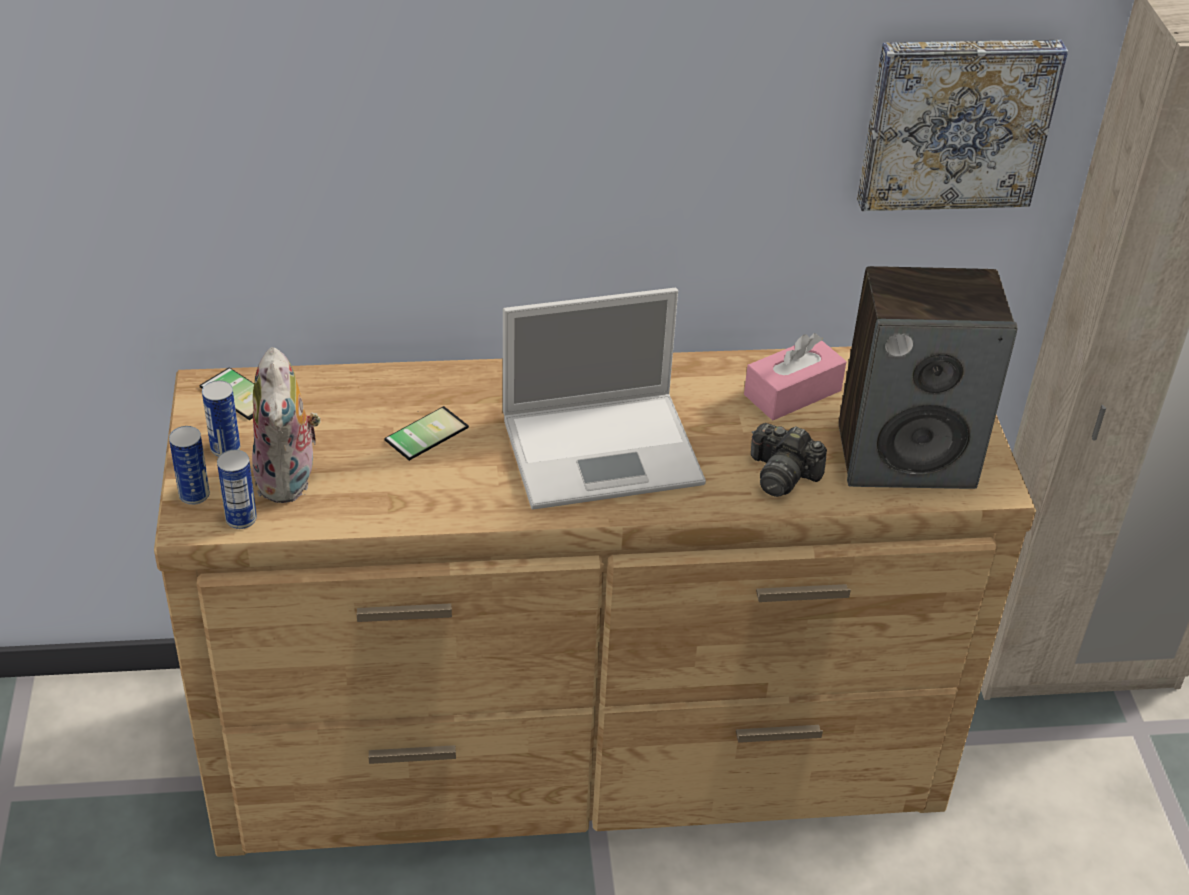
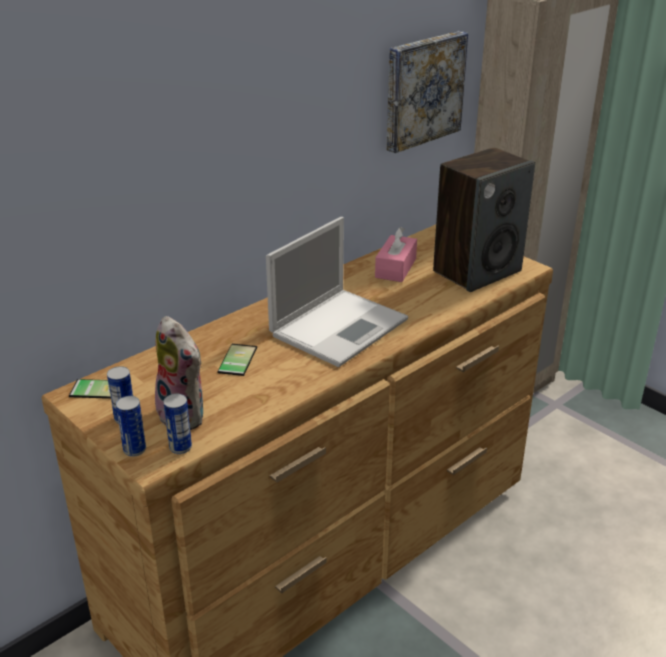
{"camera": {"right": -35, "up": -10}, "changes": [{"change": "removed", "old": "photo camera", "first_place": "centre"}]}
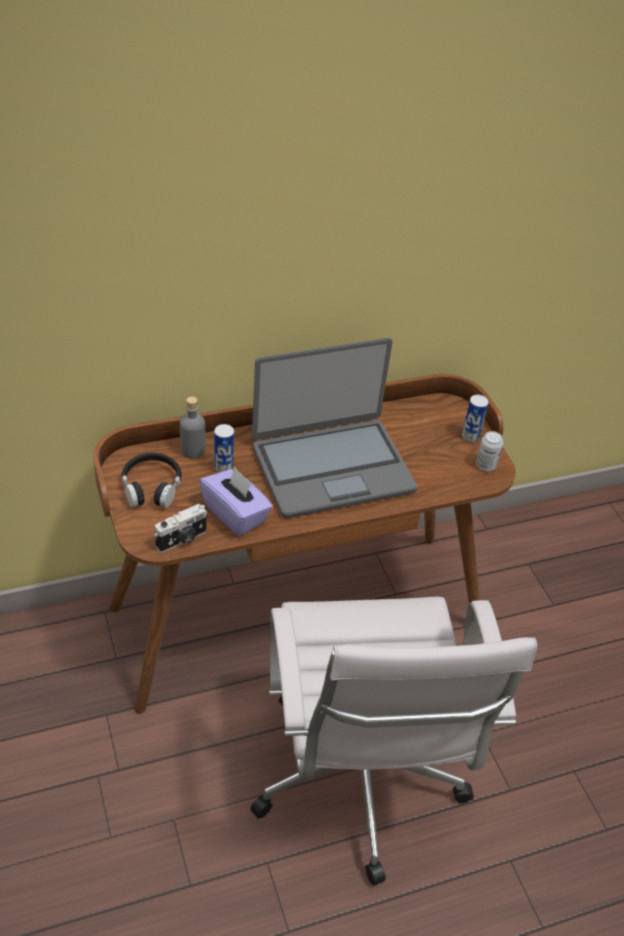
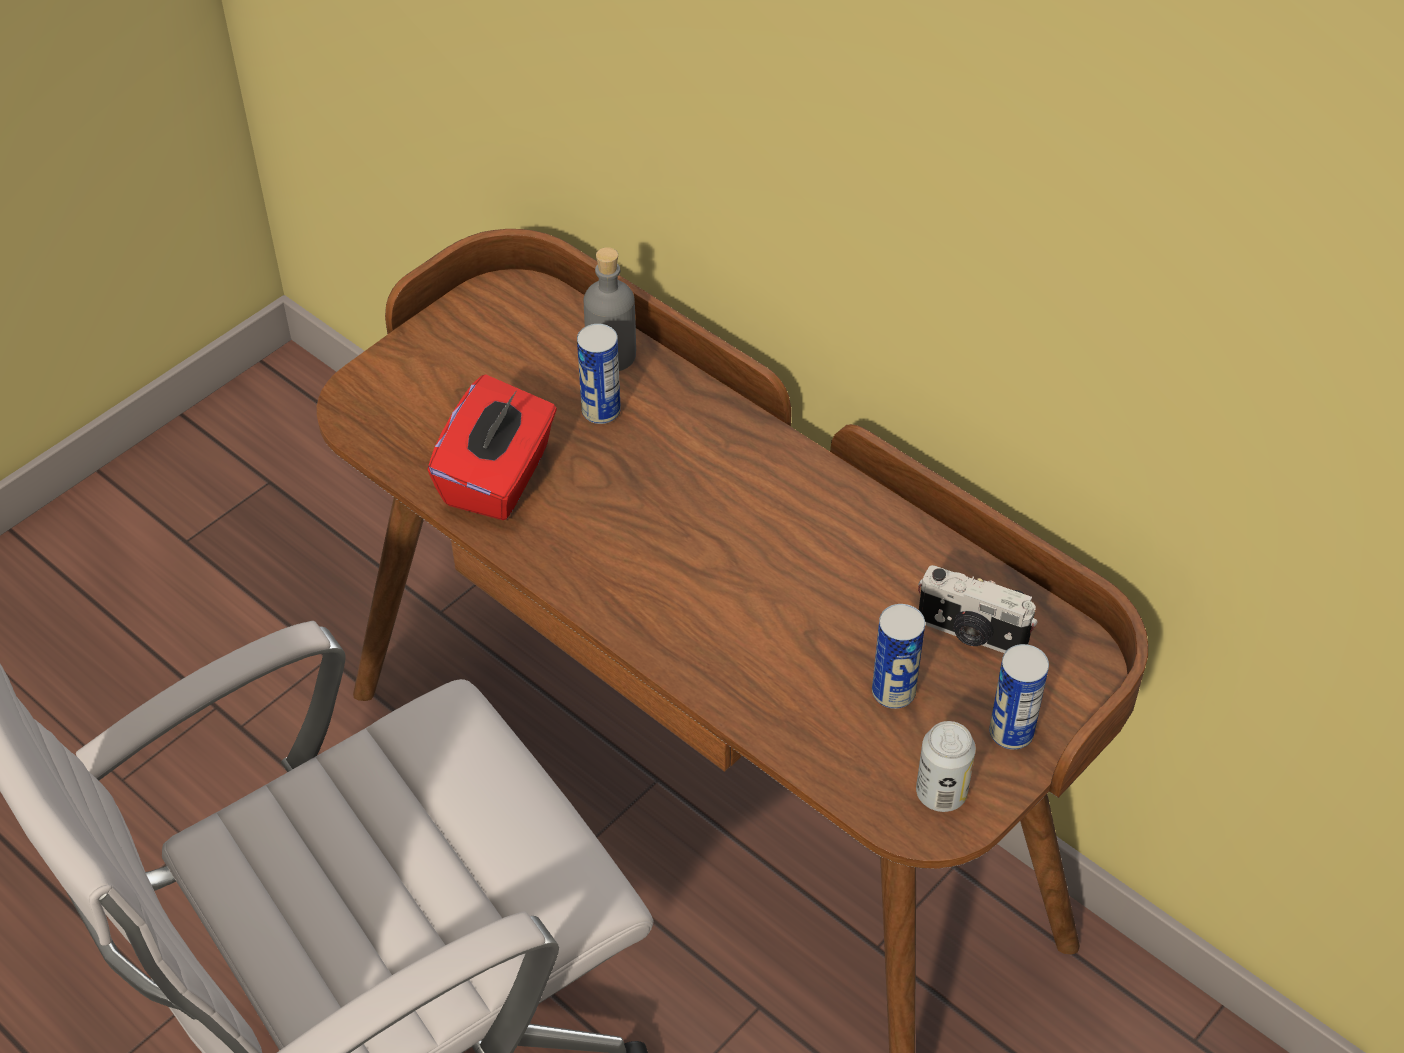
{"camera": {"right": 65, "up": 5}, "changes": [{"change": "recoloured", "old": "tissue box in purplish", "new": "tissue box in red", "first_place": "centre", "second_place": "centre"}, {"change": "added", "new": "can (2nd from left)", "second_place": "centre"}, {"change": "moved", "old": "photo camera", "first_place": "middle left", "second_place": "middle right"}, {"change": "removed", "old": "headphones in blackish", "first_place": "middle left"}, {"change": "removed", "old": "notebook computer", "first_place": "centre"}]}
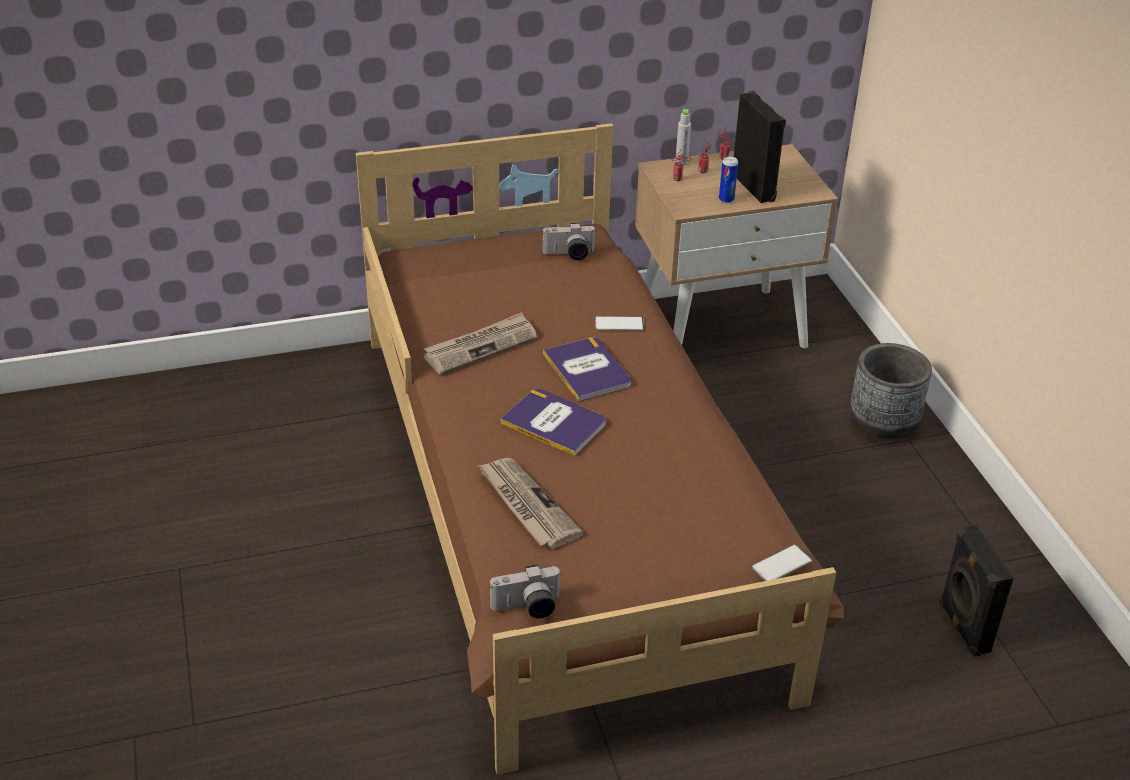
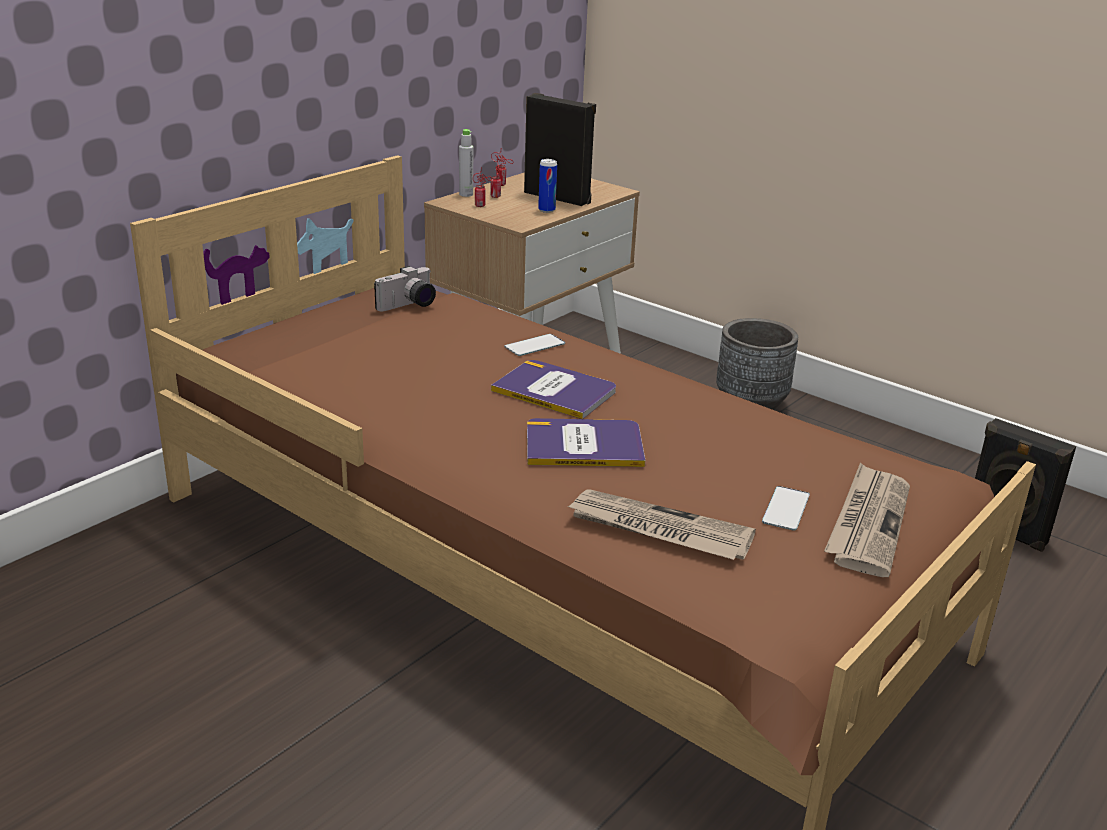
{"camera": {"right": -35, "up": -10}, "changes": [{"change": "moved", "old": "handset (2nd from left)", "first_place": "bottom right", "second_place": "middle right"}, {"change": "moved", "old": "newspaper (1st from left in the first image)", "new": "newspaper (2nd from left)", "first_place": "centre", "second_place": "middle right"}, {"change": "removed", "old": "photo camera (1st from left)", "first_place": "bottom centre"}]}
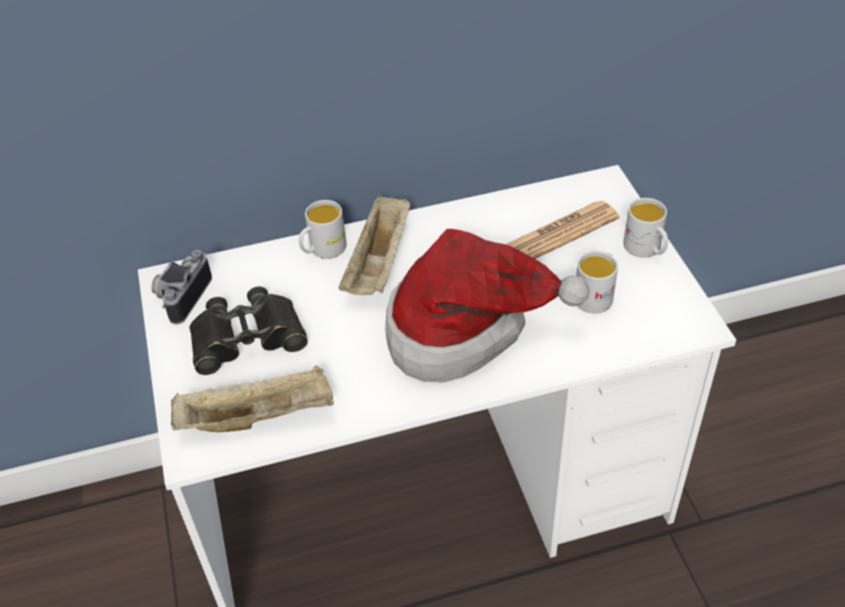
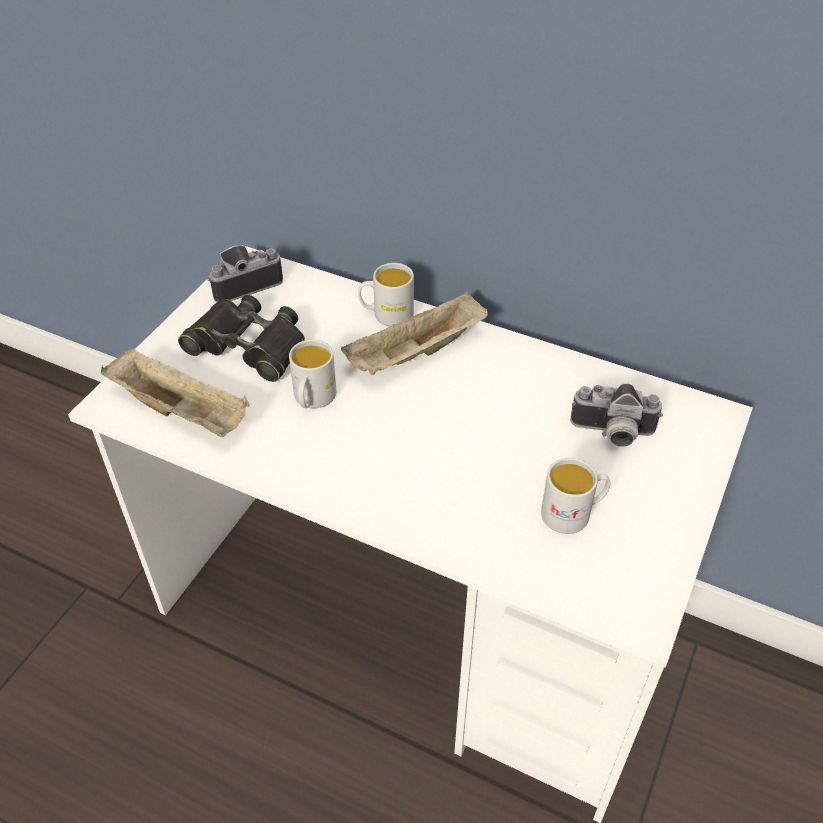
{"camera": {"right": 40, "up": 0}, "changes": [{"change": "moved", "old": "mug in white (3rd from left in the first image)", "new": "mug in white (1st from left)", "first_place": "middle right", "second_place": "centre"}, {"change": "replaced", "old": "newspaper", "new": "photo camera (2nd from left)", "first_place": "centre", "second_place": "middle right"}, {"change": "removed", "old": "clothing hat", "first_place": "centre"}]}
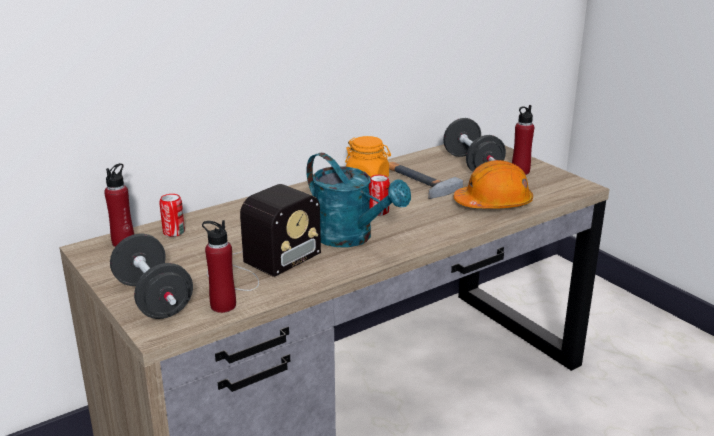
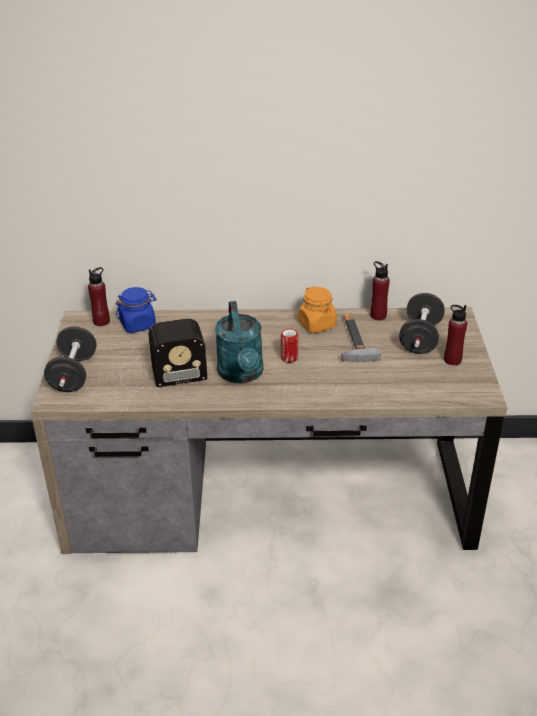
{"camera": {"right": 35, "up": 10}, "changes": [{"change": "replaced", "old": "can (1st from left)", "new": "storage jar in blue", "first_place": "middle left", "second_place": "middle left"}, {"change": "moved", "old": "bottle in red (2nd from left)", "first_place": "middle left", "second_place": "middle right"}, {"change": "removed", "old": "safety helmet in orangey", "first_place": "middle right"}]}
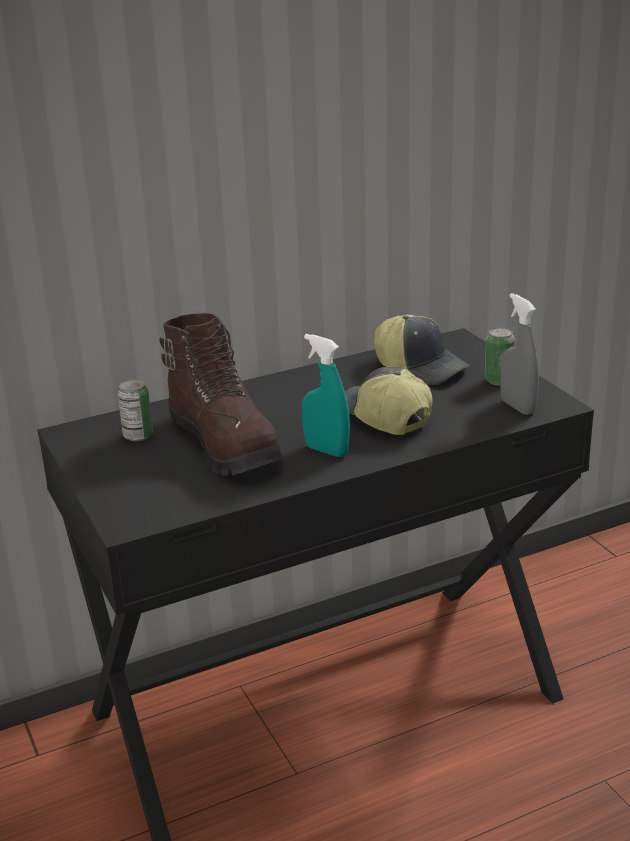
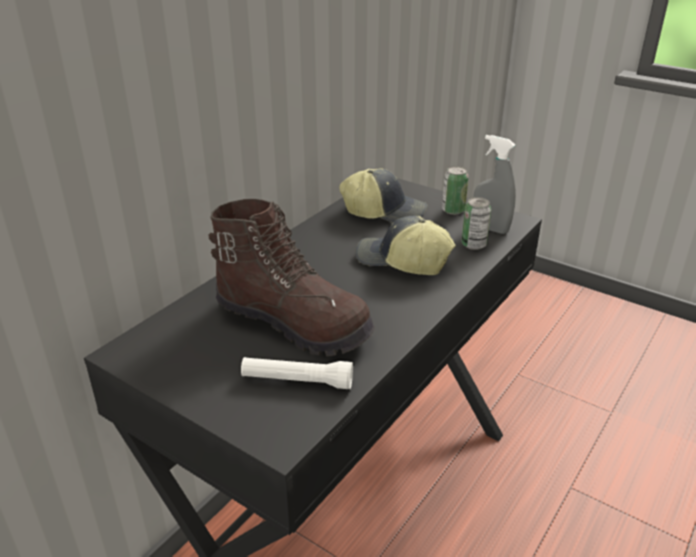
{"camera": {"right": -30, "up": 5}, "changes": [{"change": "added", "new": "flashlight in white", "second_place": "bottom centre"}, {"change": "moved", "old": "can (1st from left in the first image)", "new": "can (2nd from left)", "first_place": "middle left", "second_place": "middle right"}, {"change": "removed", "old": "spray bottle in turquoise", "first_place": "centre"}]}
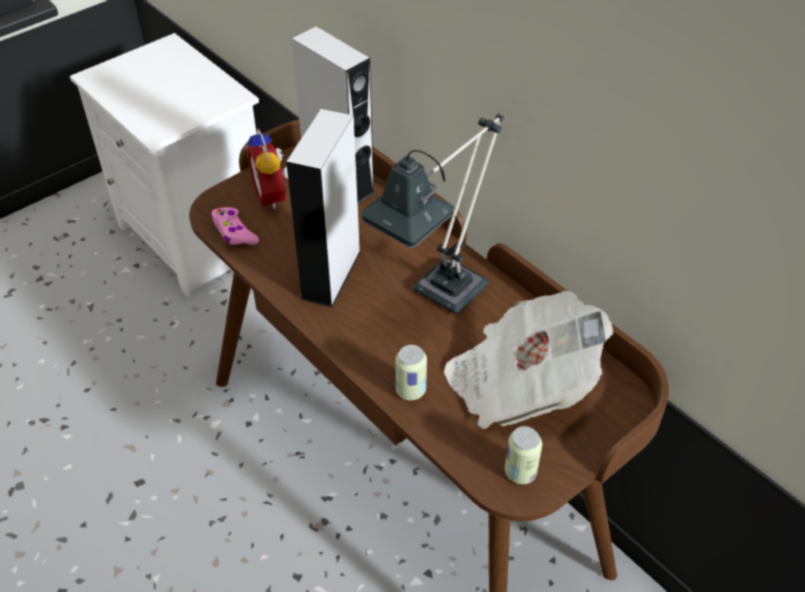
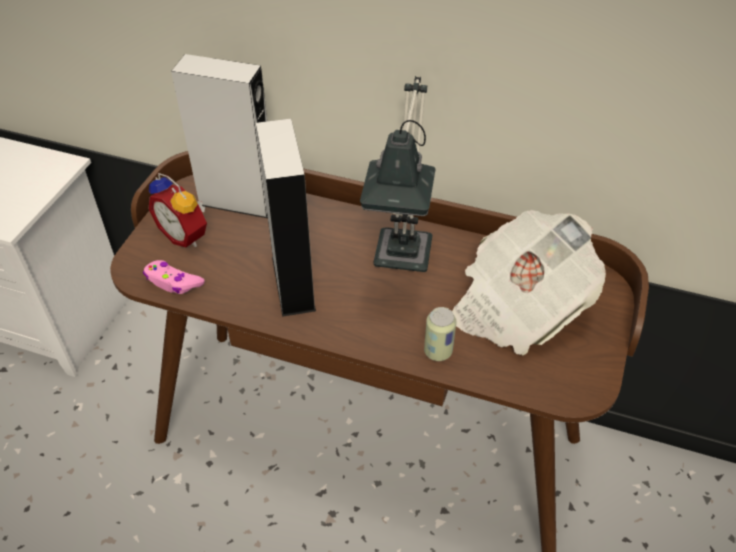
{"camera": {"right": -30, "up": 0}, "changes": [{"change": "removed", "old": "can (2nd from left)", "first_place": "bottom centre"}]}
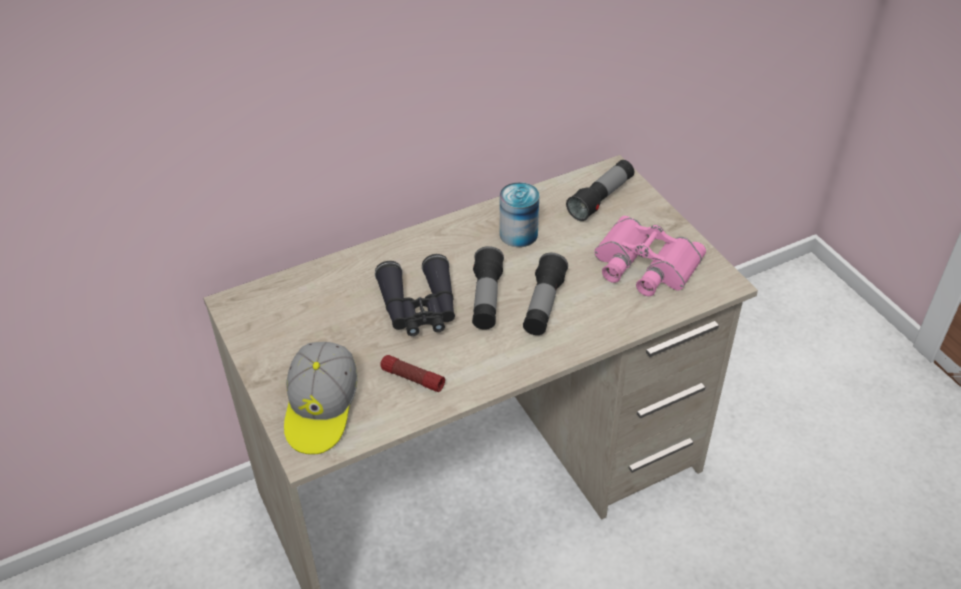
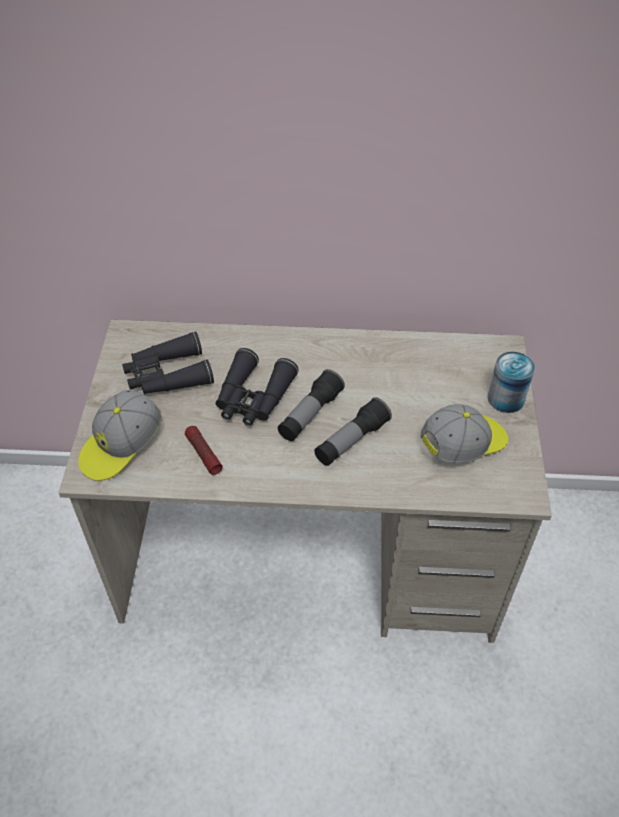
{"camera": {"right": 30, "up": 5}, "changes": [{"change": "added", "new": "pair of binoculars in blackish (1st from left)", "second_place": "middle left"}, {"change": "replaced", "old": "pair of binoculars in pinkish", "new": "baseball cap (2nd from left)", "first_place": "middle right", "second_place": "middle right"}, {"change": "moved", "old": "can", "first_place": "centre", "second_place": "middle right"}, {"change": "removed", "old": "flashlight (4th from left)", "first_place": "top centre"}]}
